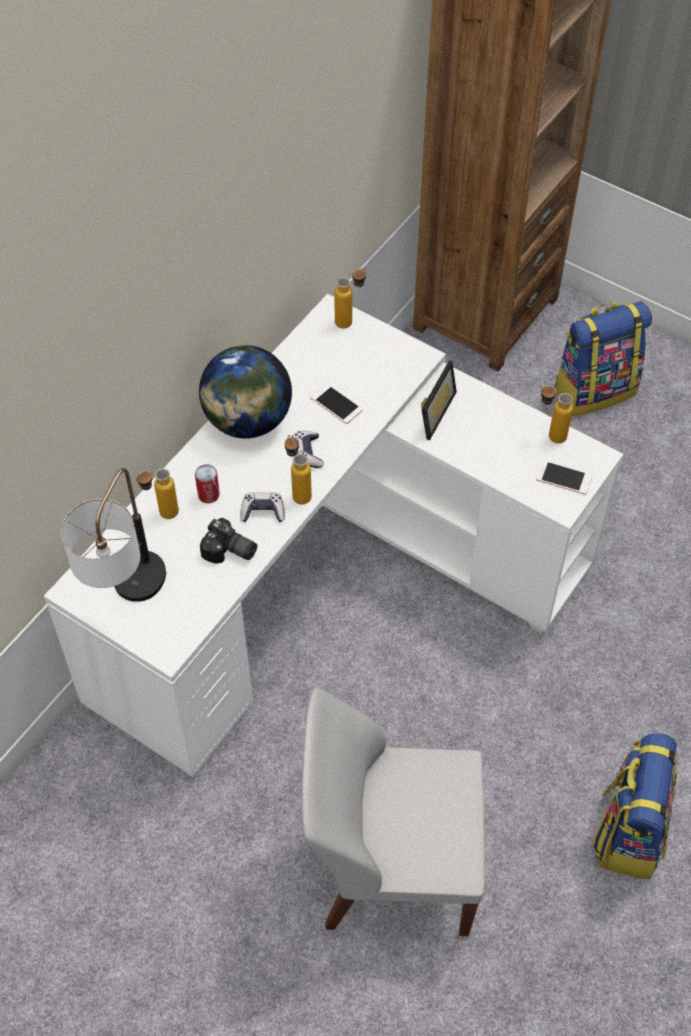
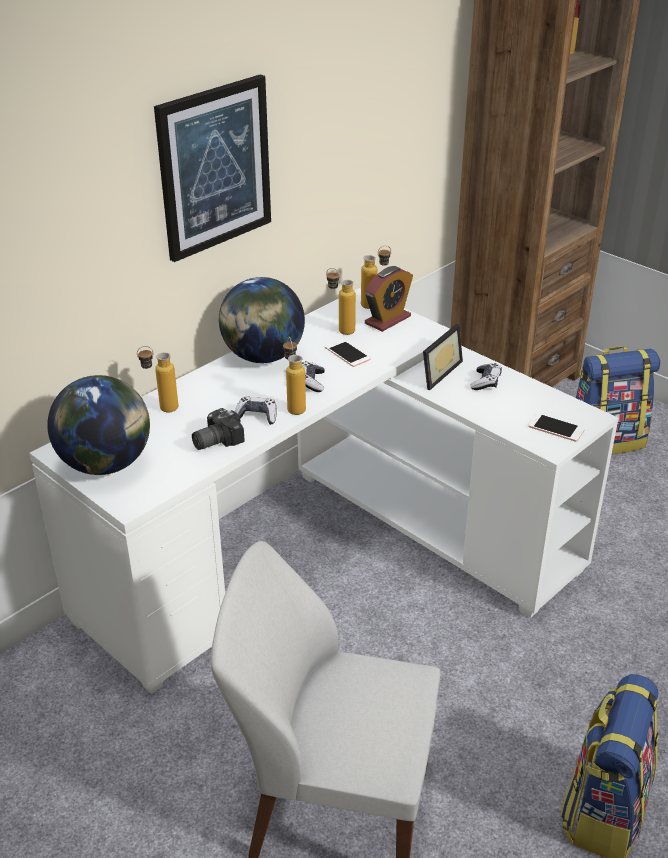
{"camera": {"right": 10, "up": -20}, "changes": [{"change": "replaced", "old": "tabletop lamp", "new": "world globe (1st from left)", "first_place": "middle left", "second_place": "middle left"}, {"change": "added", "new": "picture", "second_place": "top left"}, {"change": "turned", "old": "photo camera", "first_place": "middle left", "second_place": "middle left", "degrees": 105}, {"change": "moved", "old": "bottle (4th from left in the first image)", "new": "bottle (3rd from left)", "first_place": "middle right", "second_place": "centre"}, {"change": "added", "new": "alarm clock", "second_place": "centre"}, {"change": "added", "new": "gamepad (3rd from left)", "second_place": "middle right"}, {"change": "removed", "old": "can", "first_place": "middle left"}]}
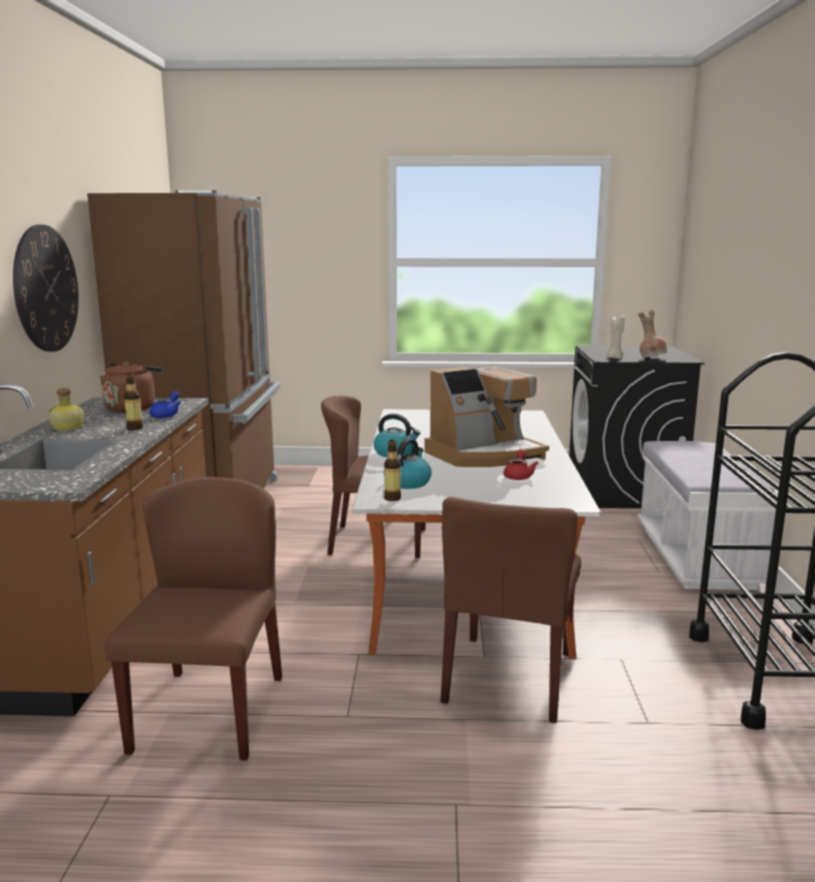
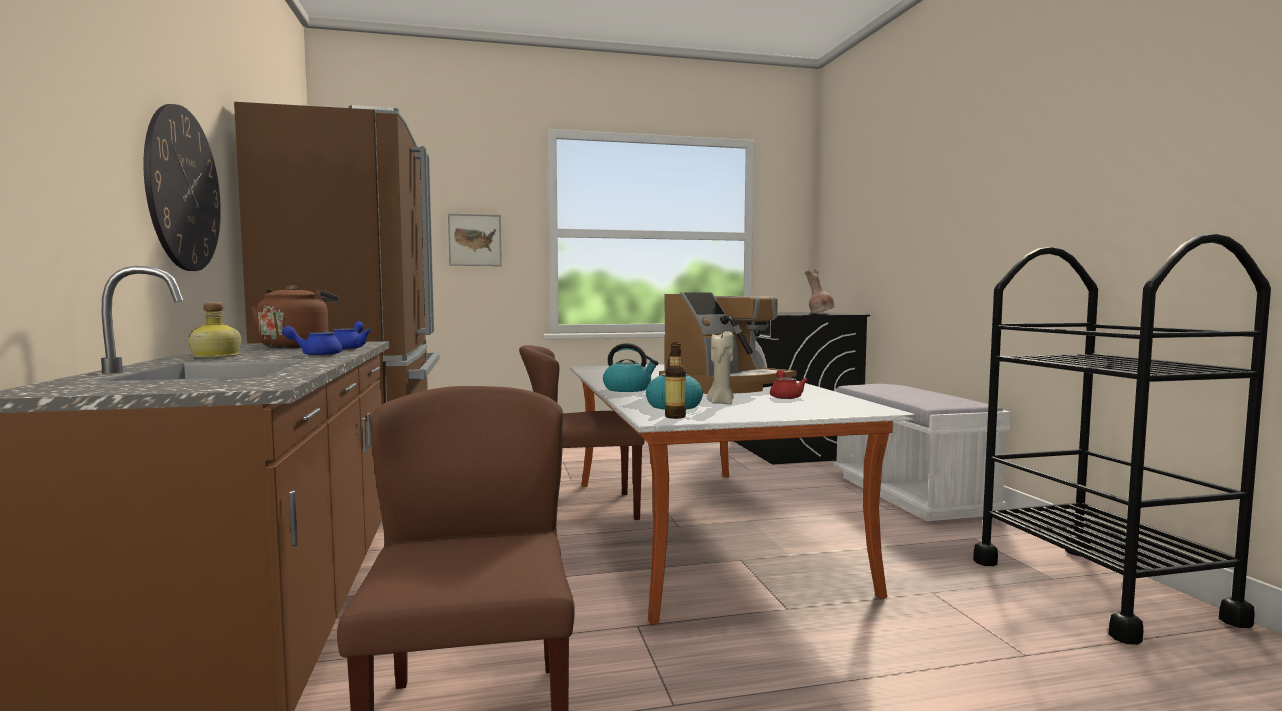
{"camera": {"right": -15, "up": -10}, "changes": [{"change": "replaced", "old": "bottle (2nd from left)", "new": "teapot in blue (1st from left)", "first_place": "middle left", "second_place": "middle left"}, {"change": "added", "new": "picture", "second_place": "centre"}, {"change": "moved", "old": "wax light in beige-coloured", "first_place": "middle right", "second_place": "centre"}, {"change": "removed", "old": "upright chair in brownish (3rd from left)", "first_place": "bottom centre"}]}
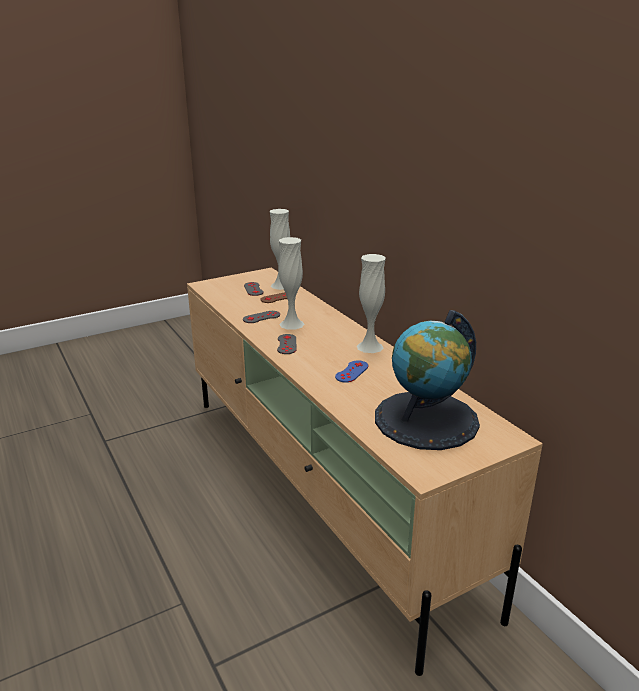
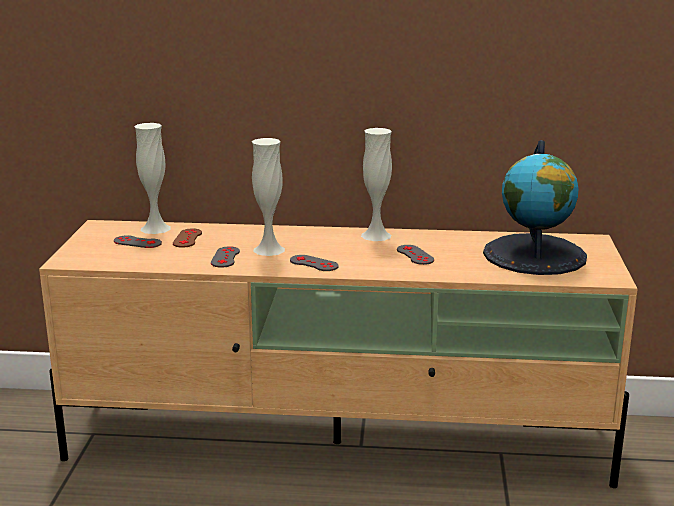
{"camera": {"right": -55, "up": -5}, "changes": [{"change": "recoloured", "old": "gamepad in blue", "new": "gamepad in greyish (4th from left)", "first_place": "centre", "second_place": "centre"}]}
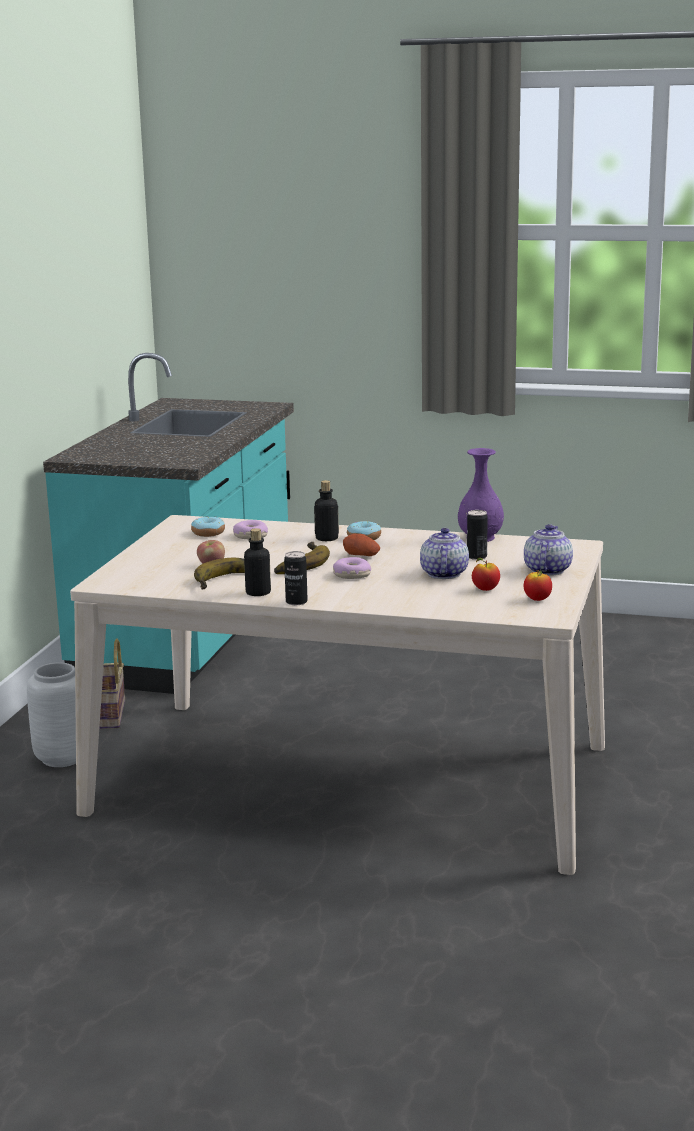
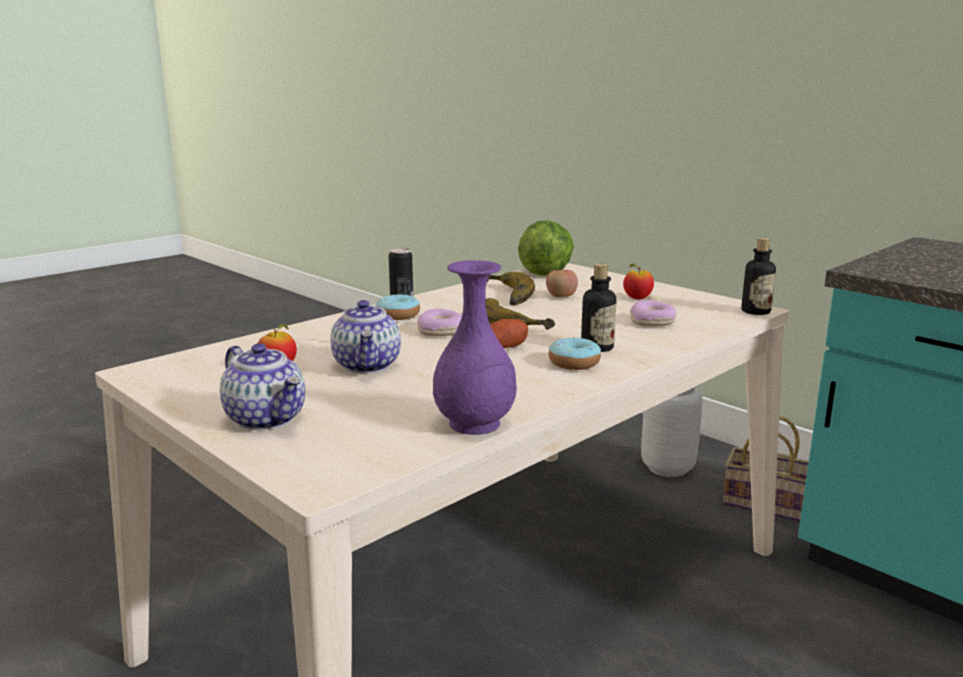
{"camera": {"right": 120, "up": 0}, "changes": [{"change": "turned", "old": "teapot (1st from left in the first image)", "first_place": "centre", "second_place": "centre", "degrees": 45}, {"change": "moved", "old": "donut (1st from left)", "first_place": "middle left", "second_place": "centre"}, {"change": "added", "new": "head of lettuce", "second_place": "centre"}, {"change": "moved", "old": "apple fruit (3rd from left)", "first_place": "middle right", "second_place": "centre"}, {"change": "moved", "old": "bottle (1st from left in the first image)", "new": "bottle (2nd from left)", "first_place": "centre", "second_place": "middle right"}, {"change": "removed", "old": "can (2nd from left)", "first_place": "middle right"}]}
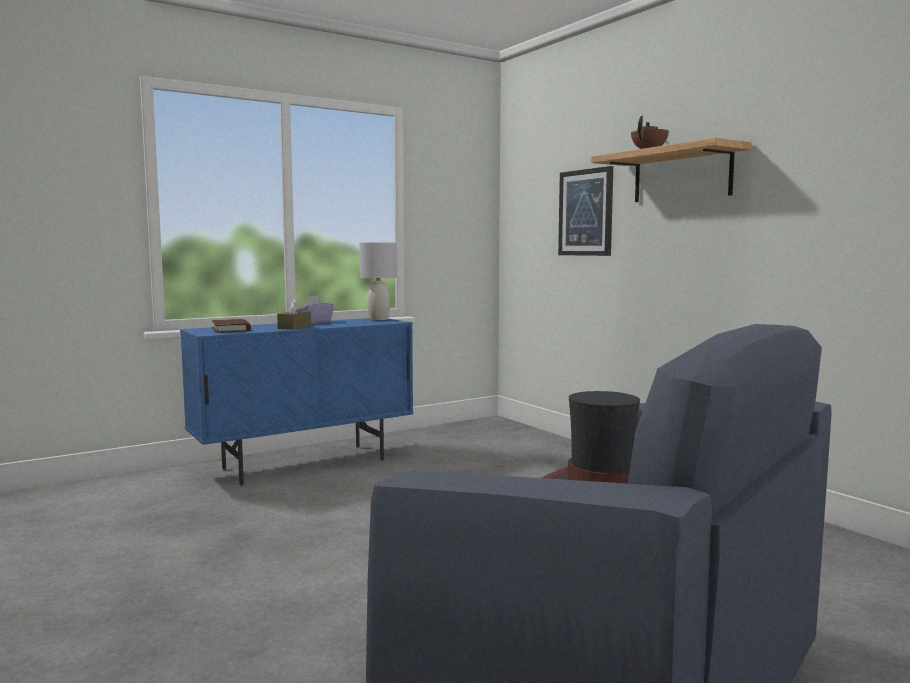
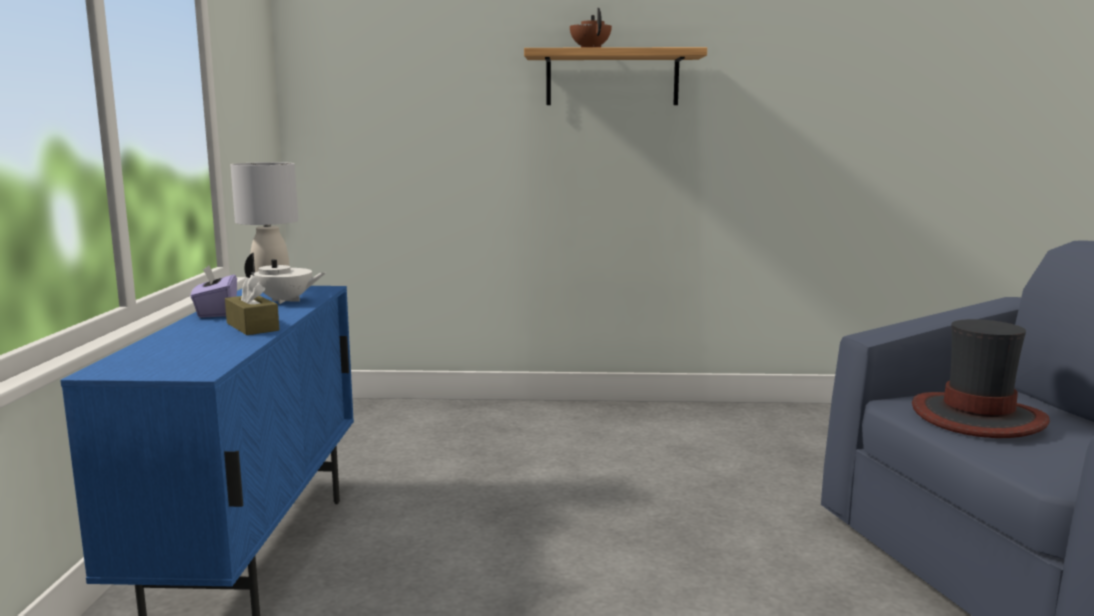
{"camera": {"right": -55, "up": 5}, "changes": [{"change": "added", "new": "teapot in white", "second_place": "middle left"}, {"change": "removed", "old": "volume in brownish", "first_place": "middle left"}, {"change": "removed", "old": "picture", "first_place": "top centre"}]}
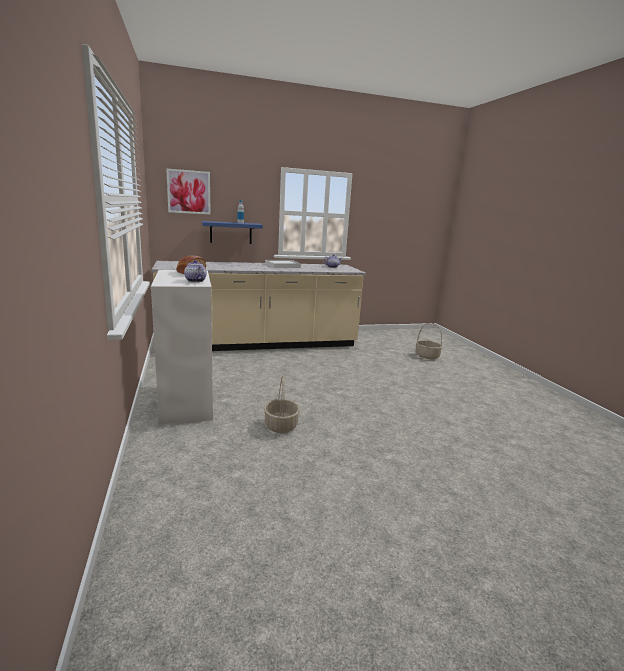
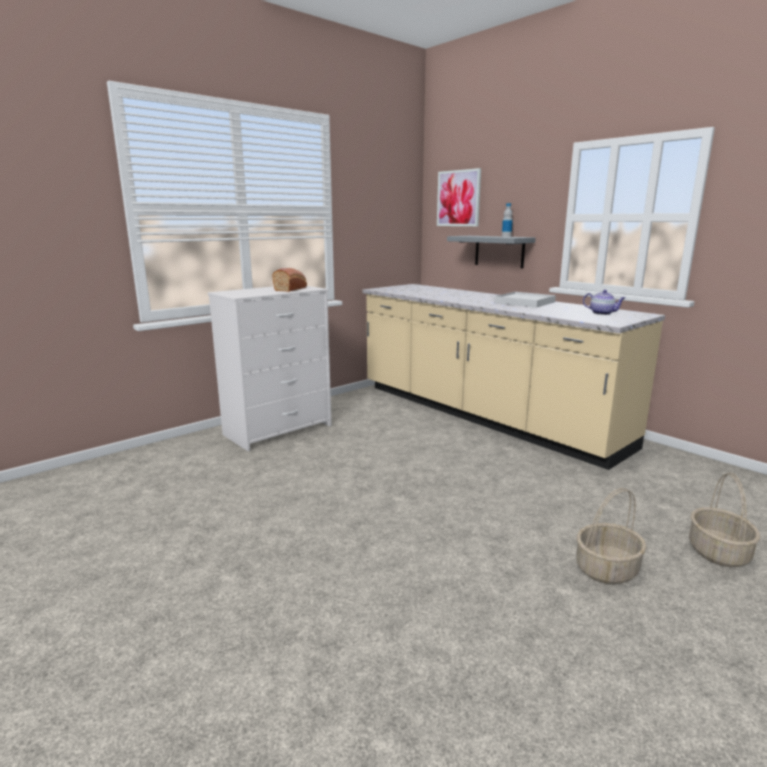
{"camera": {"right": 65, "up": 0}, "changes": [{"change": "recoloured", "old": "wall shelf in blue", "new": "wall shelf in greyish", "first_place": "centre", "second_place": "top centre"}, {"change": "moved", "old": "storage basket (1st from left)", "first_place": "centre", "second_place": "bottom right"}, {"change": "removed", "old": "teapot (1st from left)", "first_place": "middle left"}]}
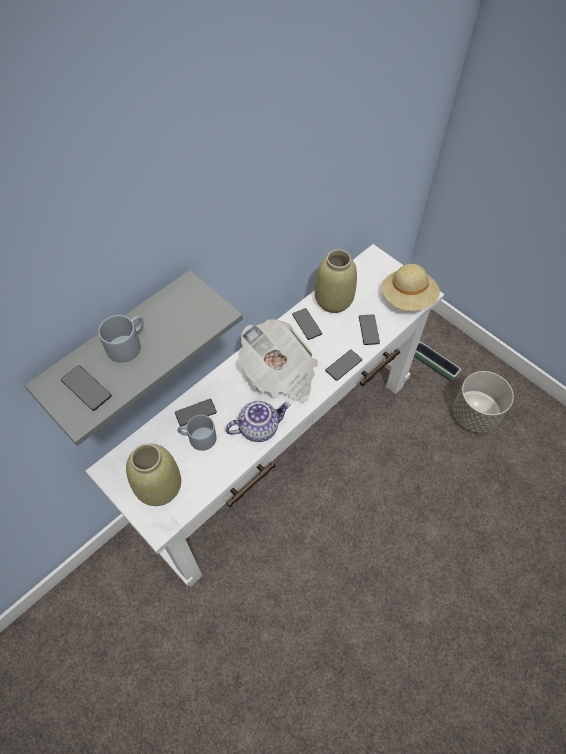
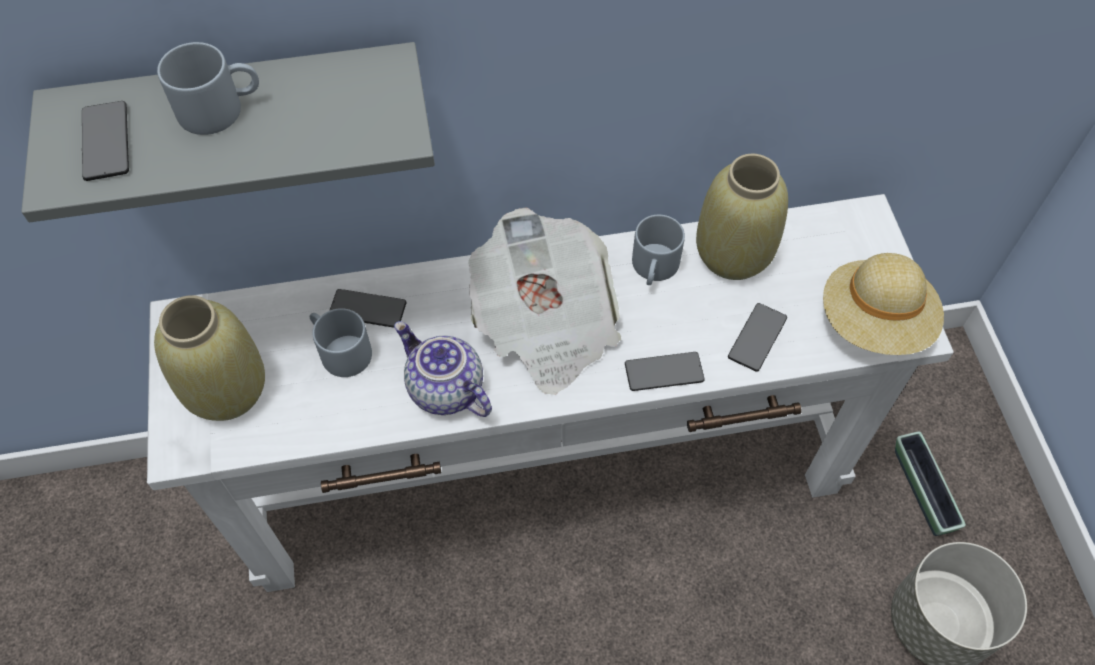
{"camera": {"right": 35, "up": 0}, "changes": [{"change": "turned", "old": "teapot", "first_place": "centre", "second_place": "centre", "degrees": -150}, {"change": "replaced", "old": "handset (3rd from left)", "new": "mug in greyish (3rd from left)", "first_place": "centre", "second_place": "centre"}]}
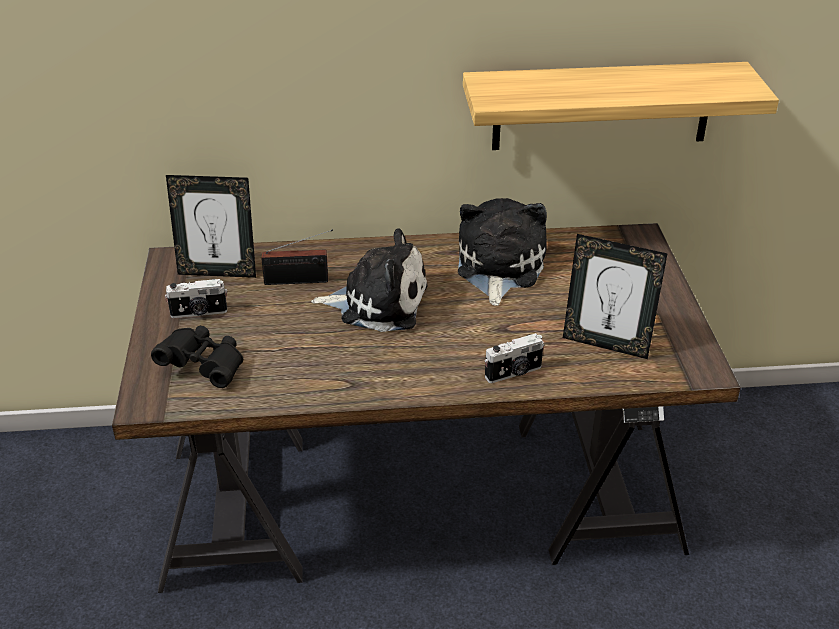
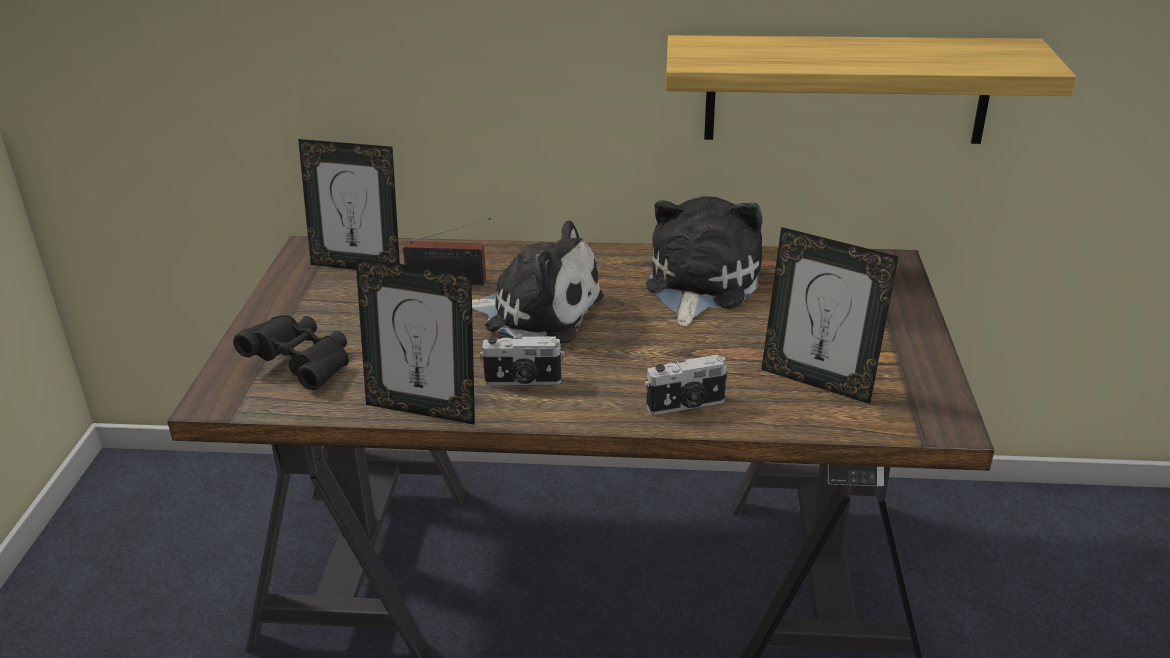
{"camera": {"right": 10, "up": -5}, "changes": [{"change": "added", "new": "picture frame (2nd from left)", "second_place": "centre"}, {"change": "moved", "old": "photo camera (1st from left)", "first_place": "middle left", "second_place": "centre"}]}
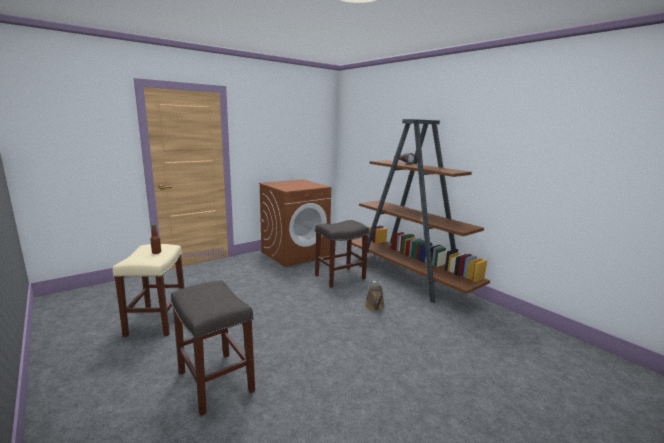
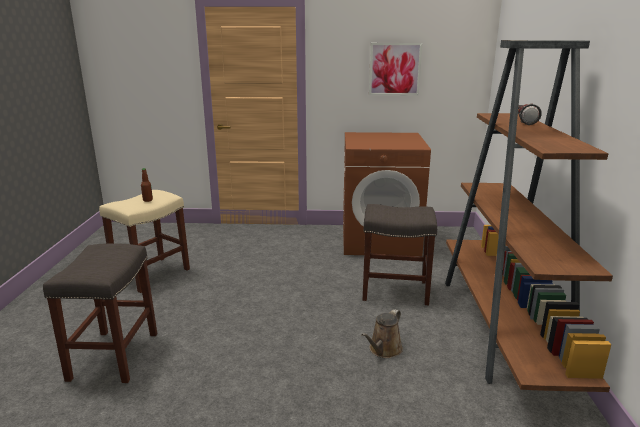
{"camera": {"right": 40, "up": 5}, "changes": [{"change": "added", "new": "picture", "second_place": "top centre"}]}
